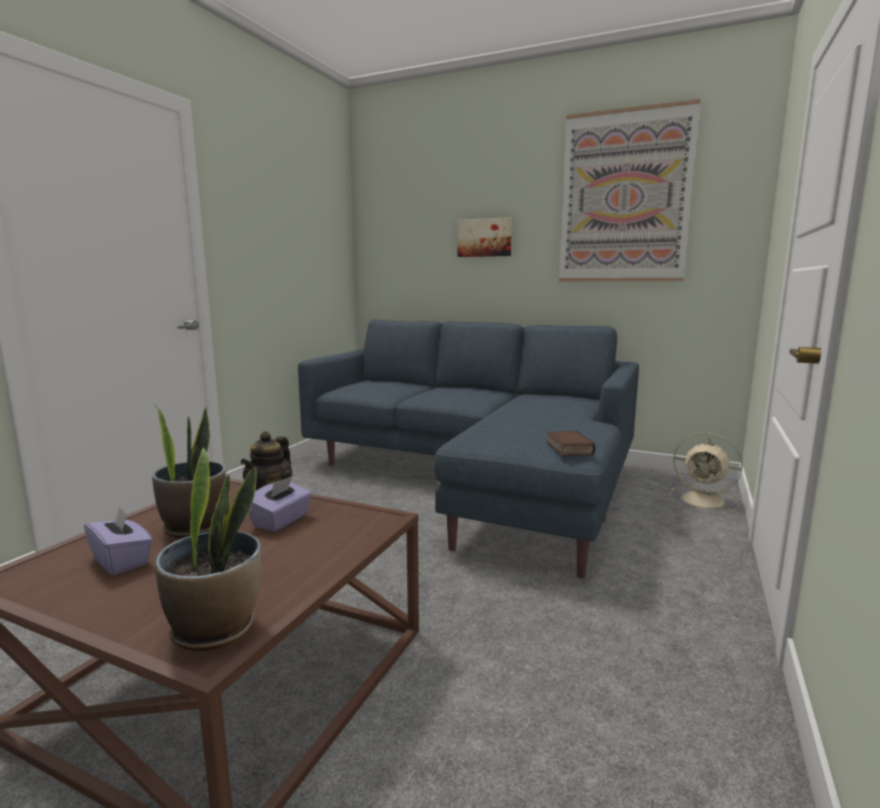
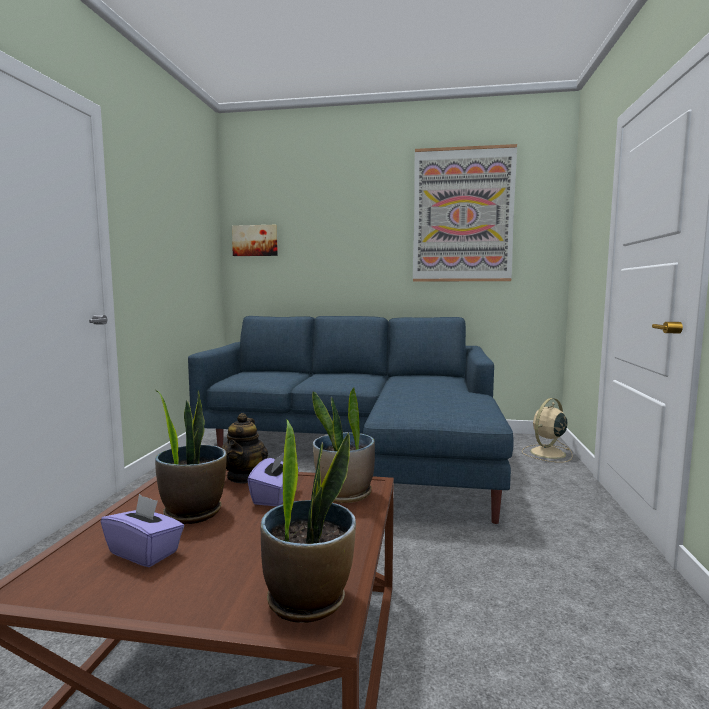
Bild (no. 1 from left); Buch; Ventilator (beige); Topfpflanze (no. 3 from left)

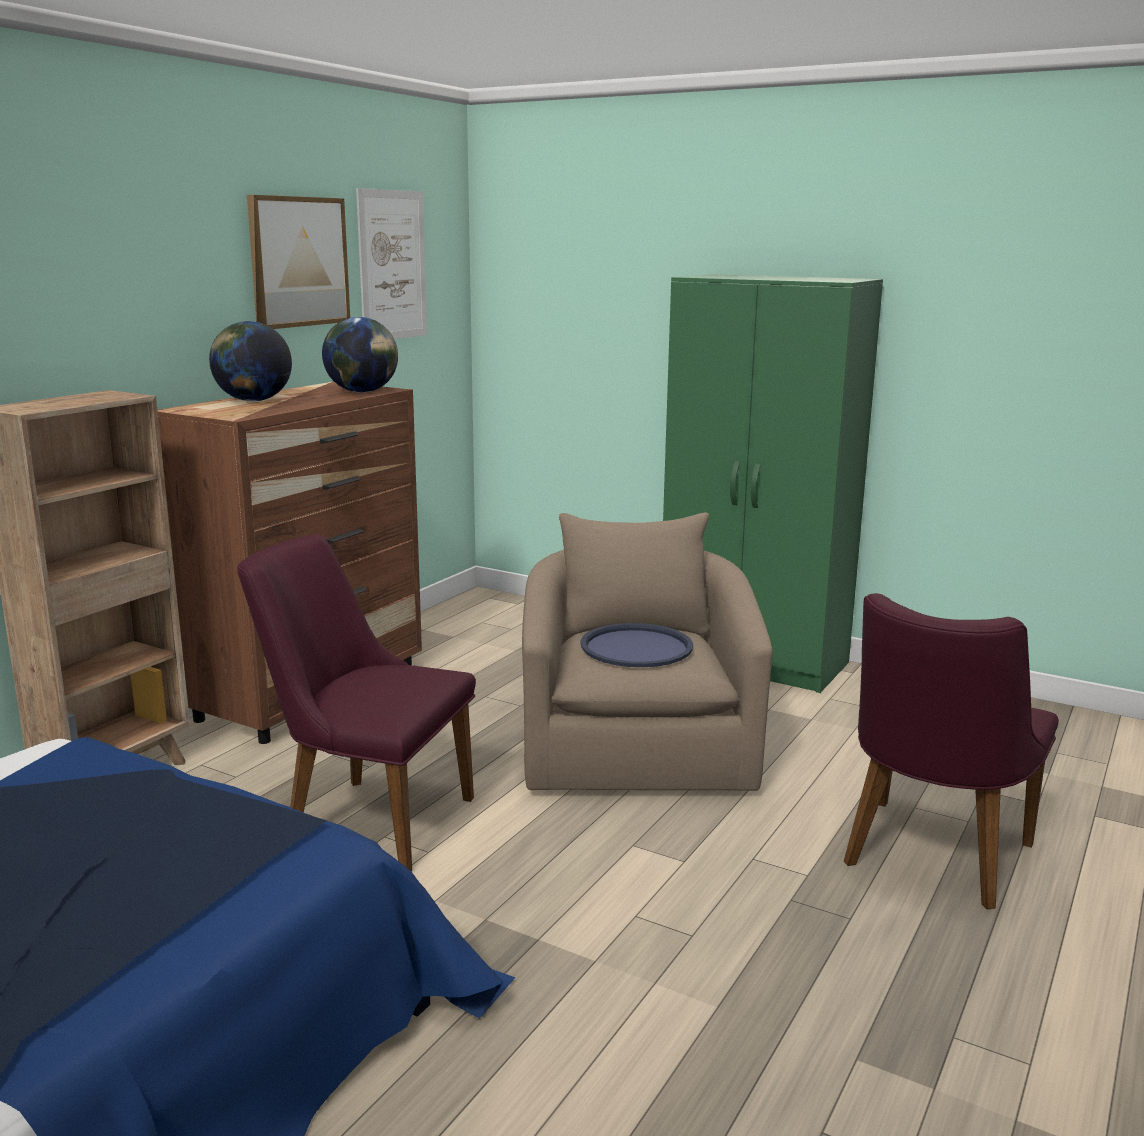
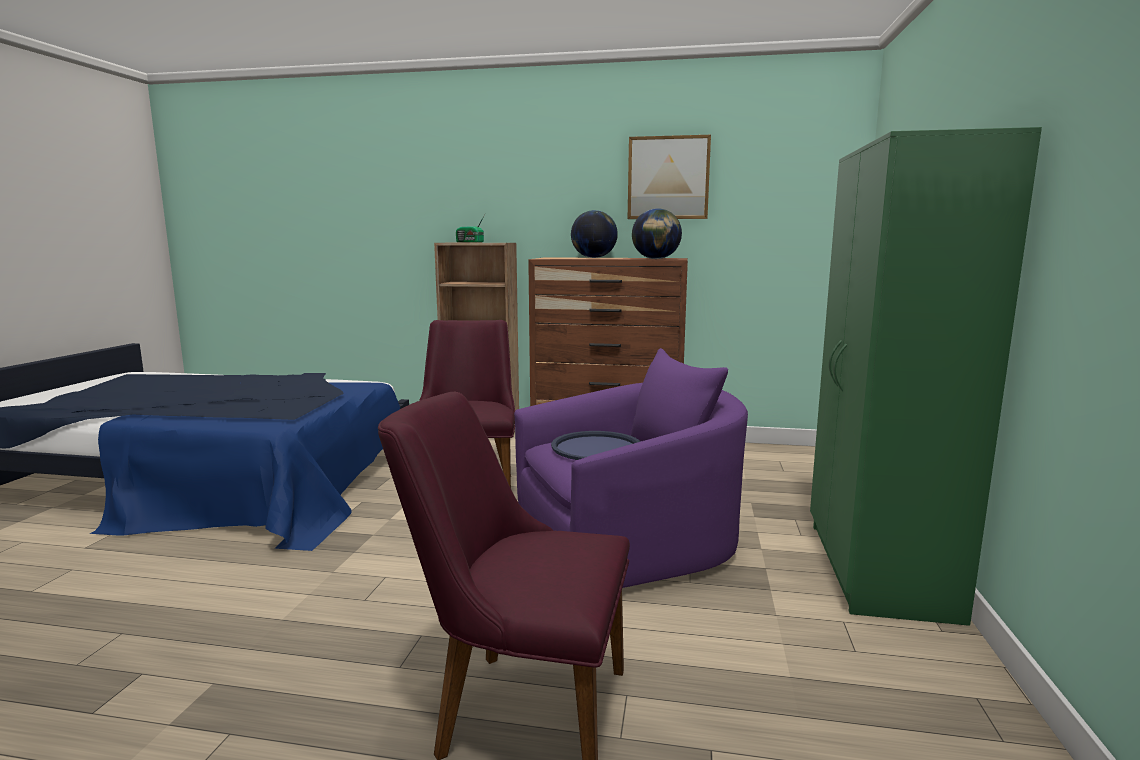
Bild (no. 2 from left in the first image); Sessel (lila); Radio

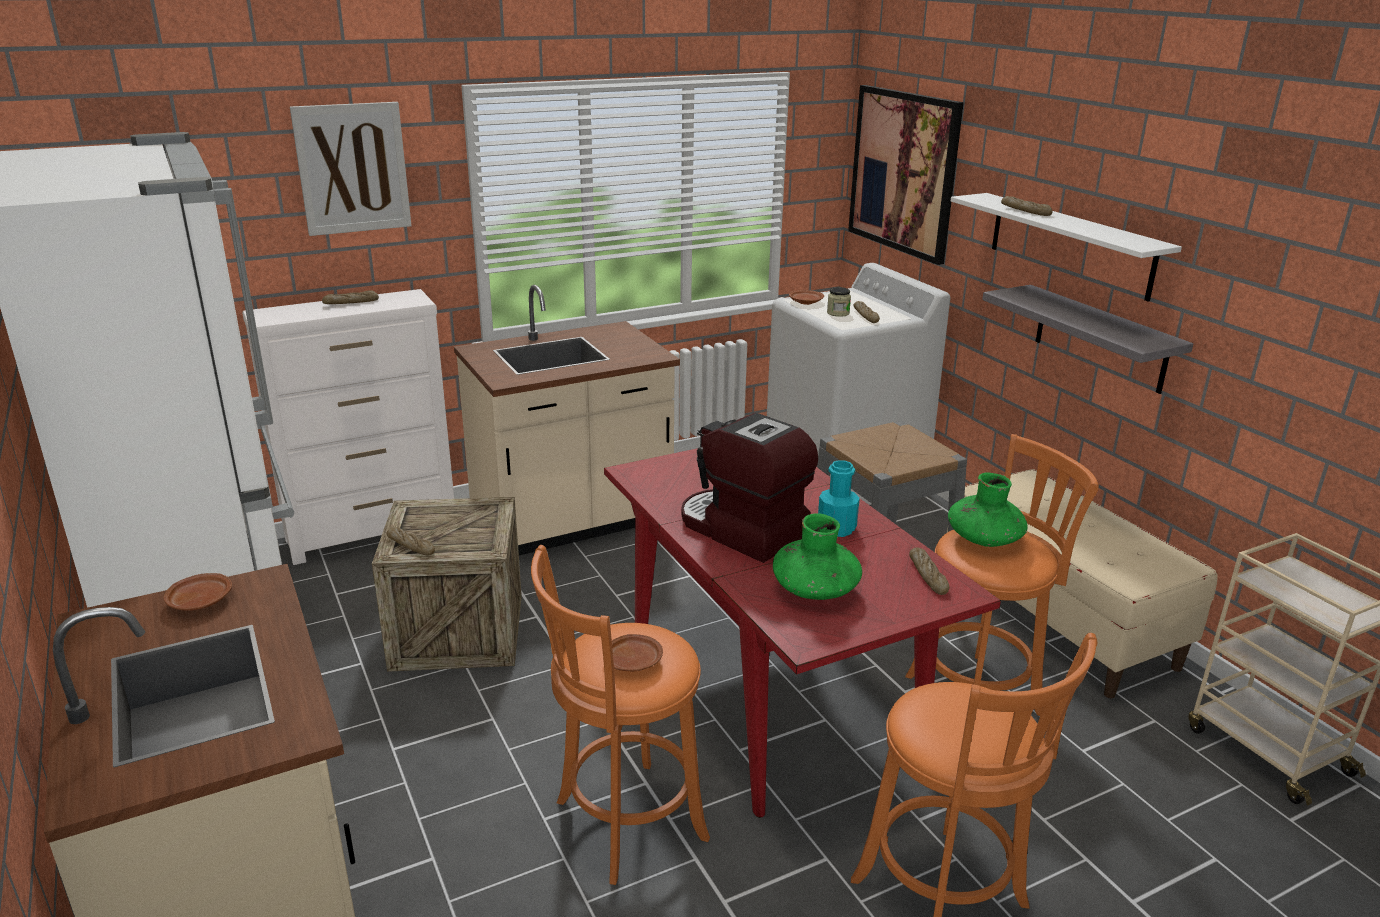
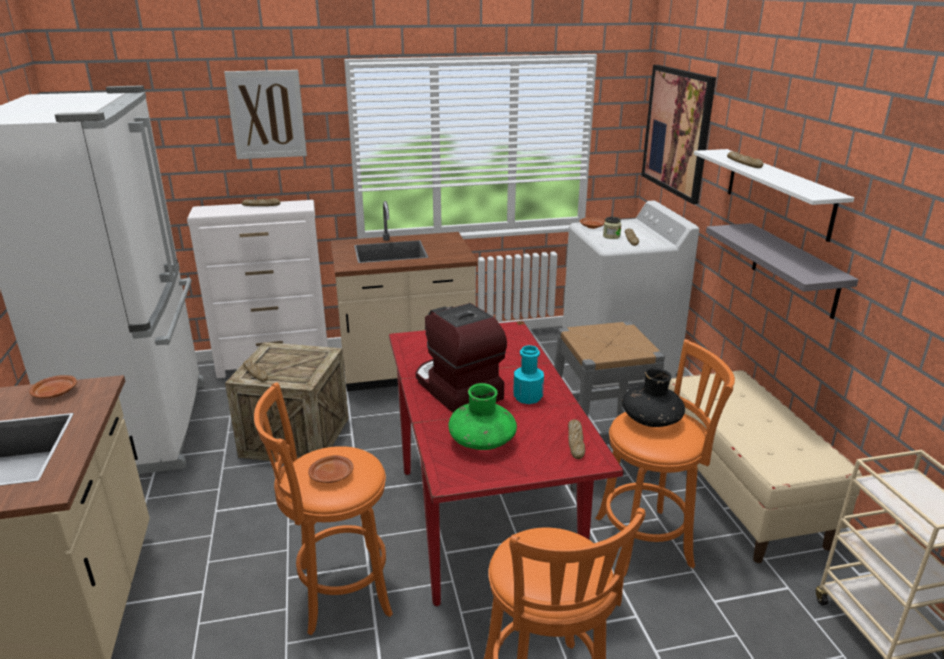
Vase (schwarz)

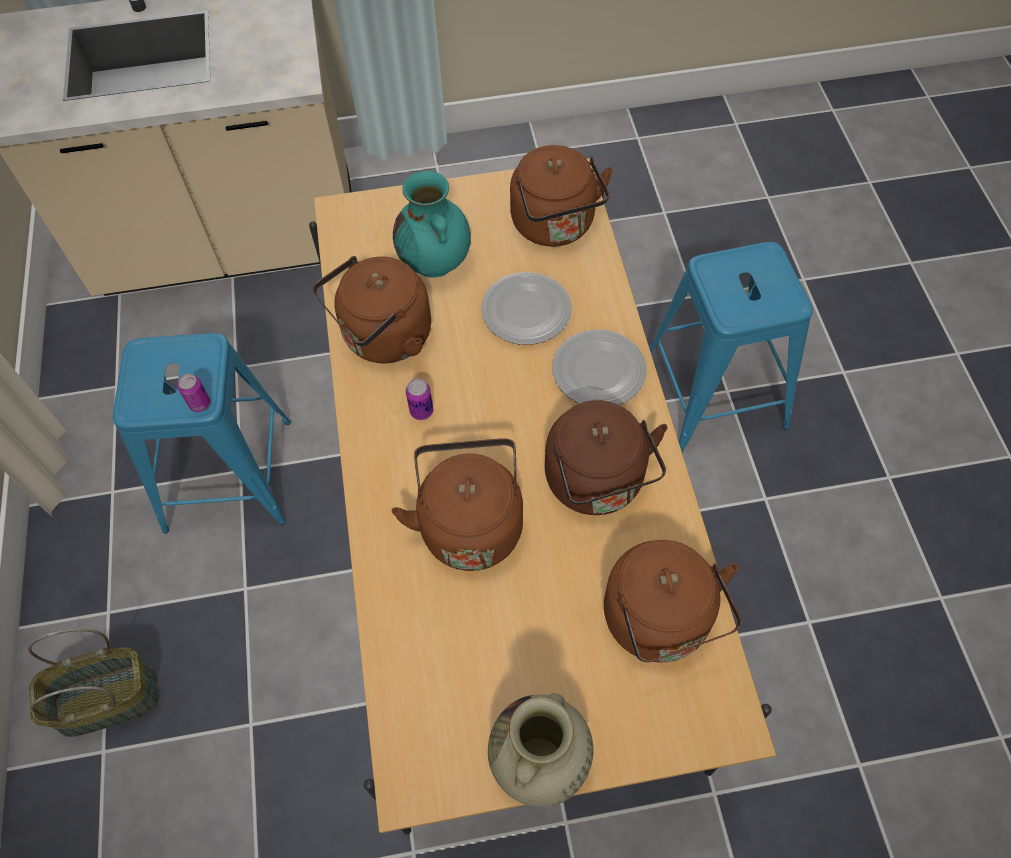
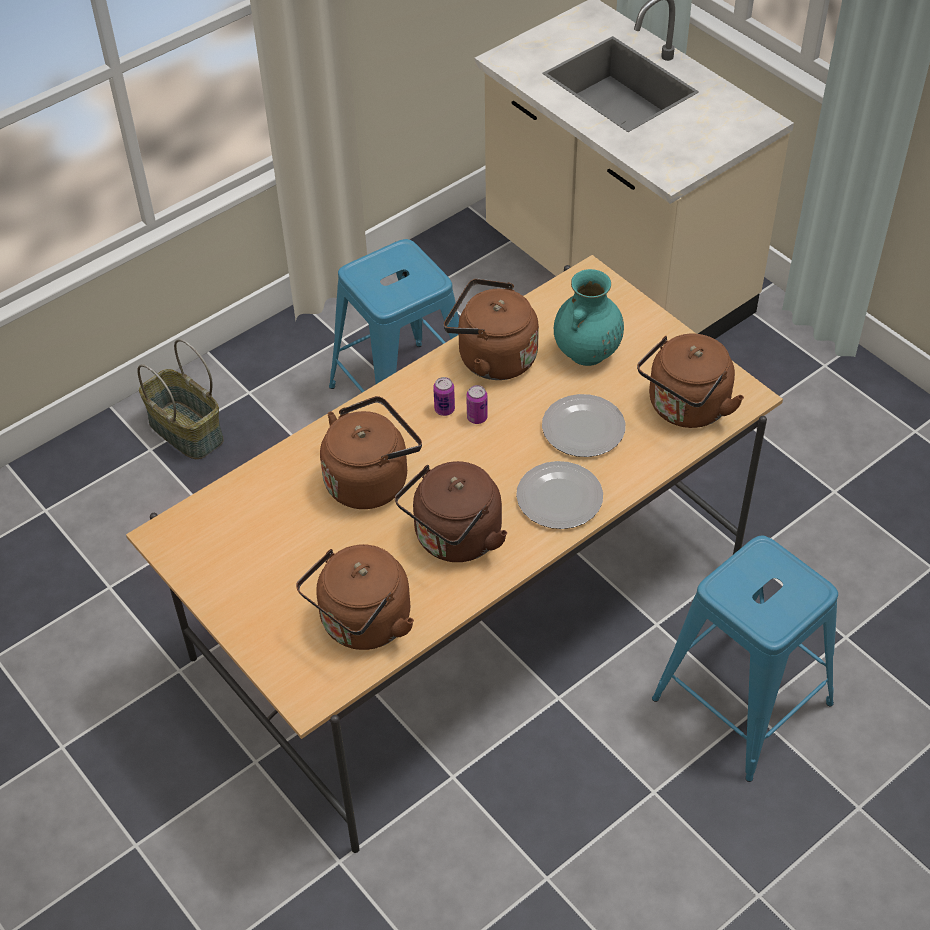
Dose (no. 2 from left); Vase (beige)

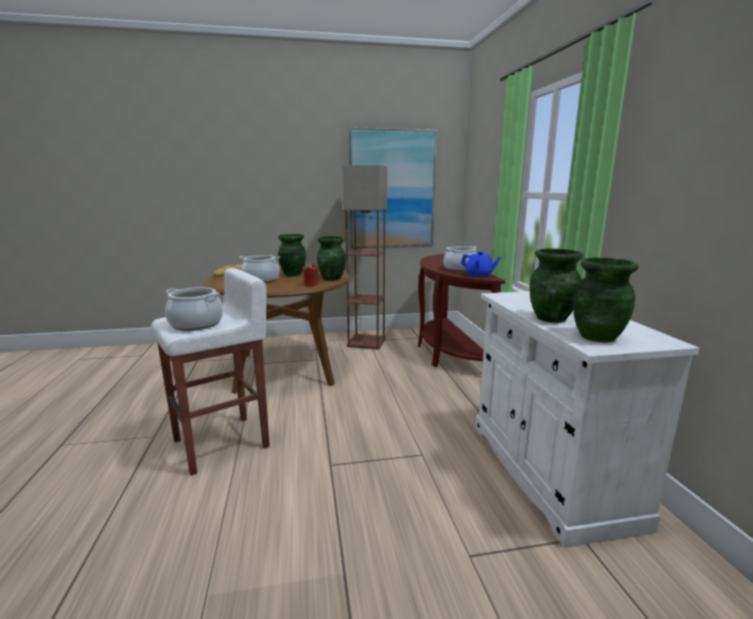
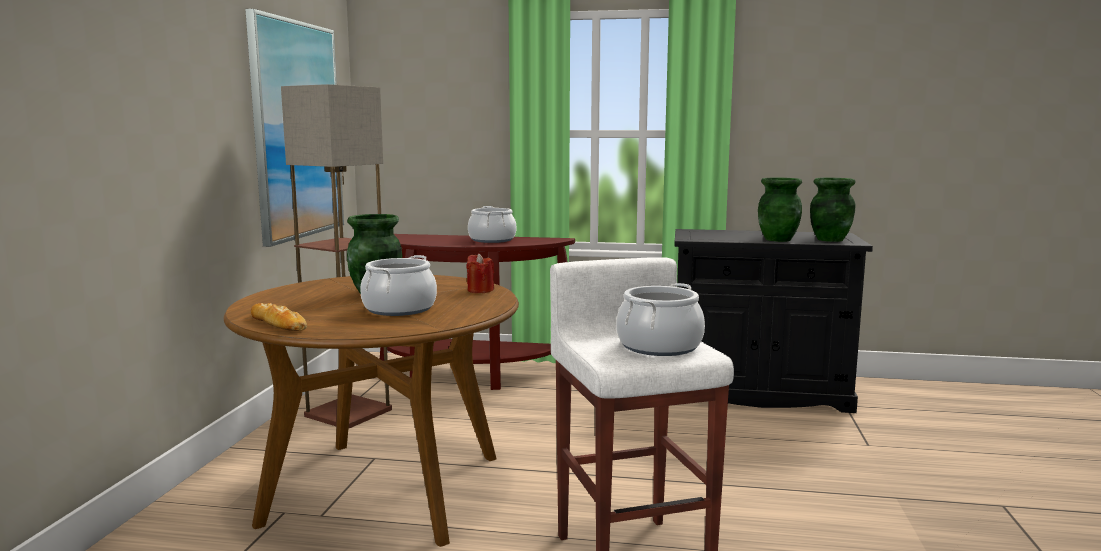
Vase (grün) (no. 2 from left in the first image); Teekanne (blau); Schrank (schwarz)

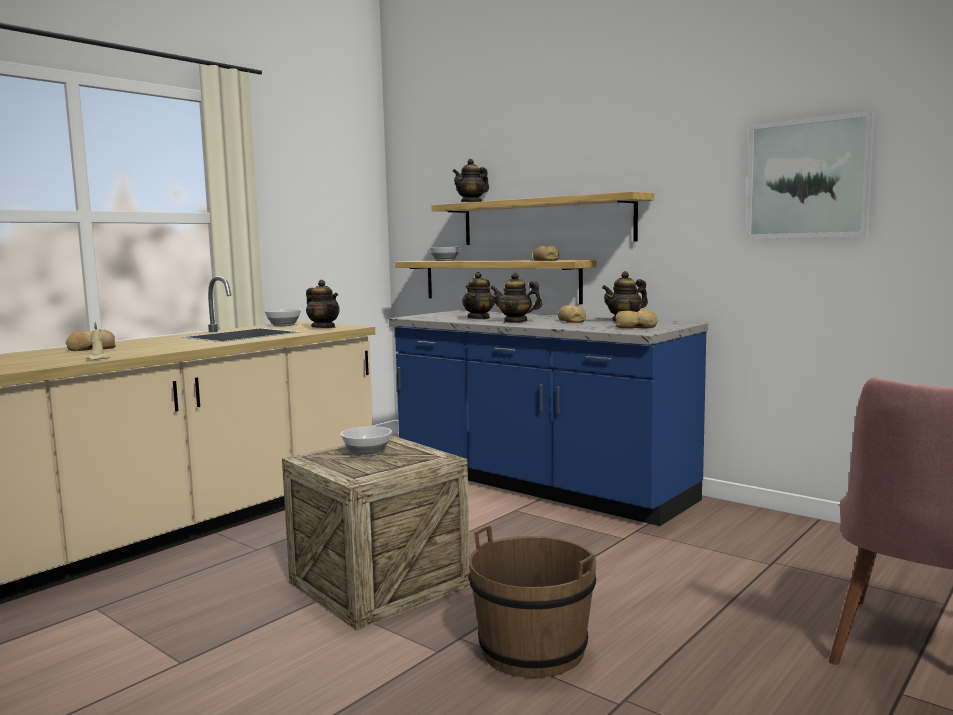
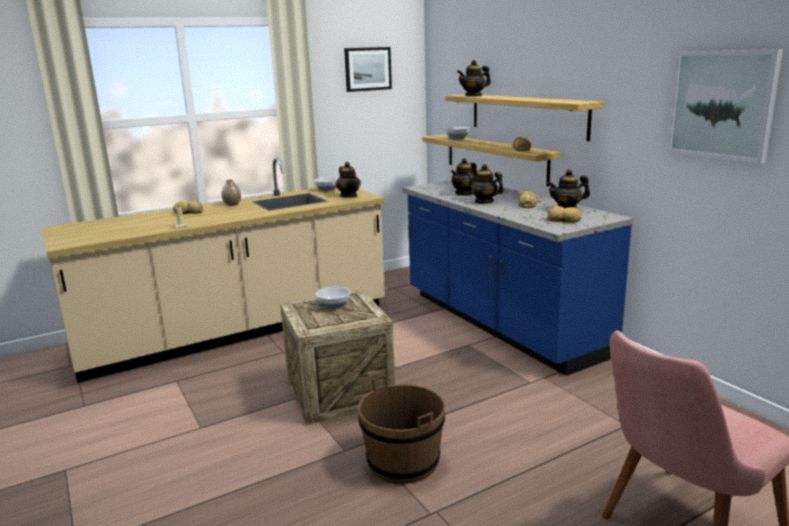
Bild (no. 1 from left); Vase

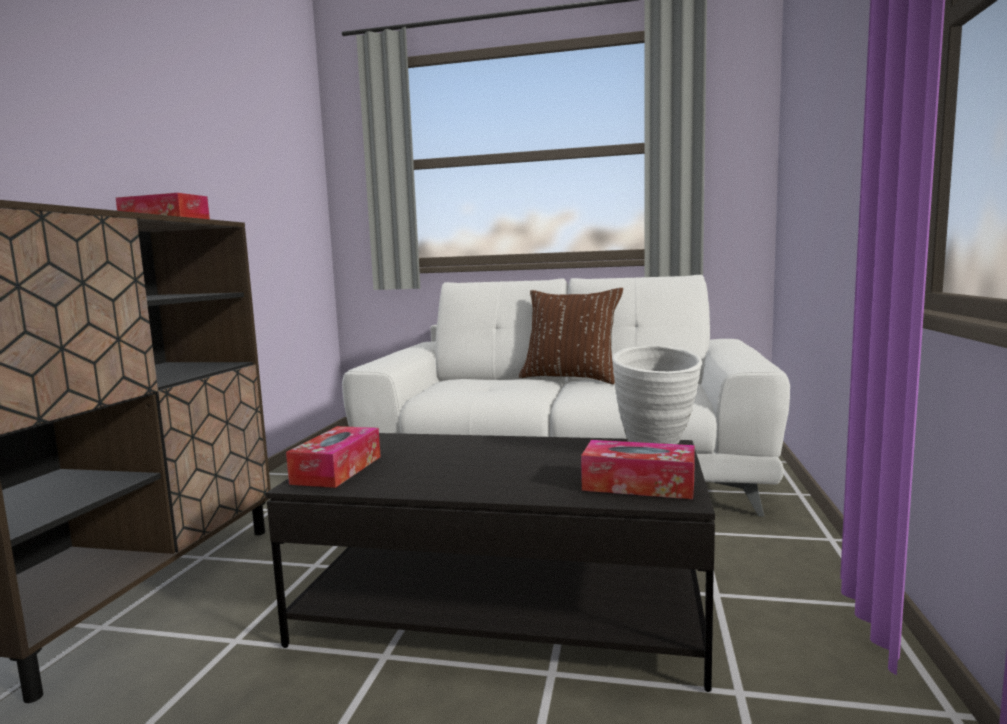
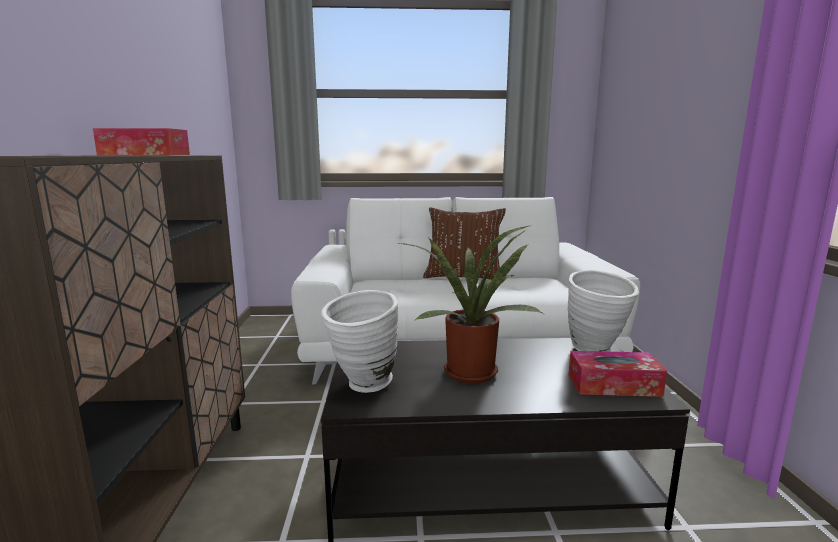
Vase (weiß) (no. 1 from left); Topfpflanze

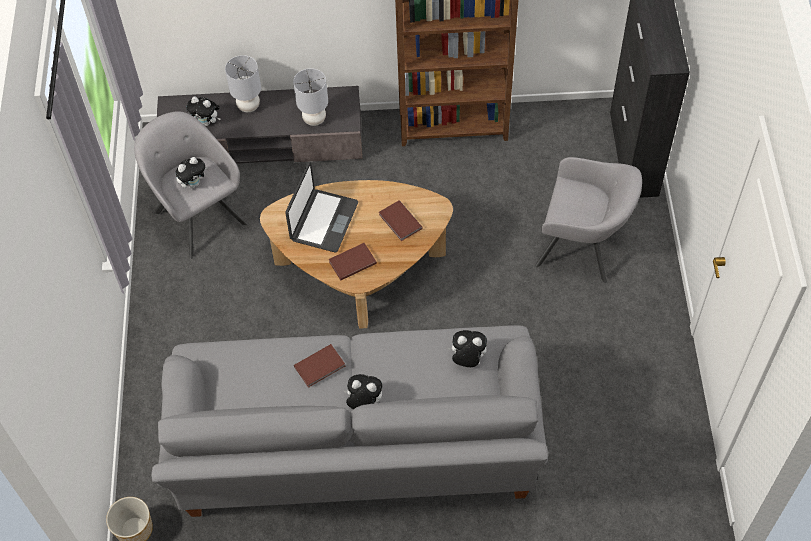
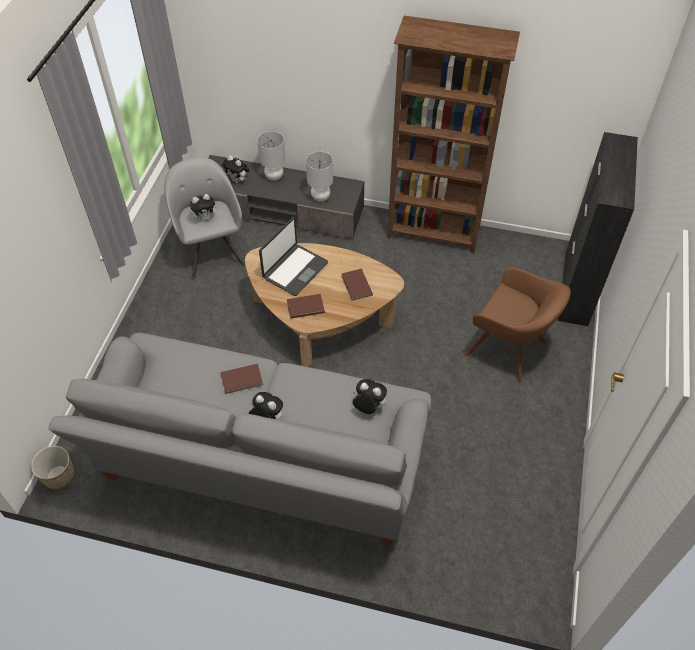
Sessel (braun)

